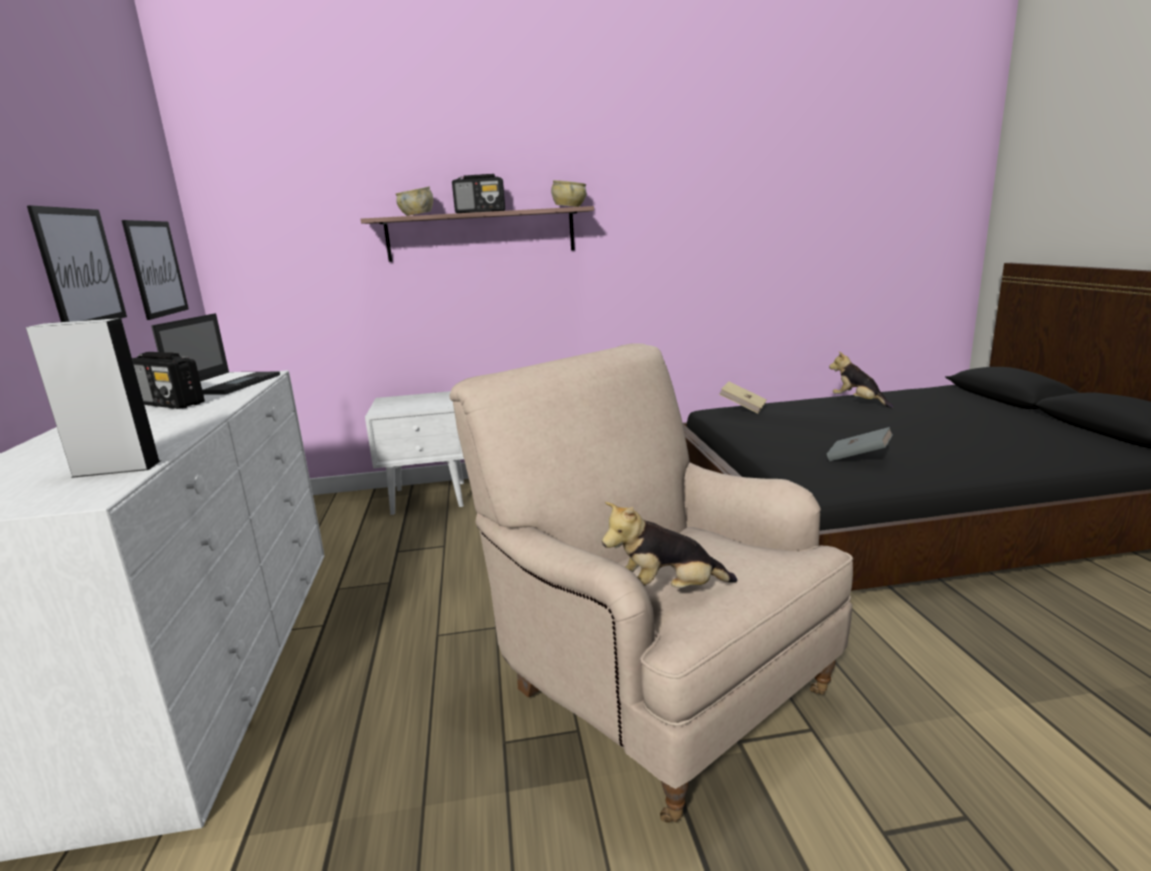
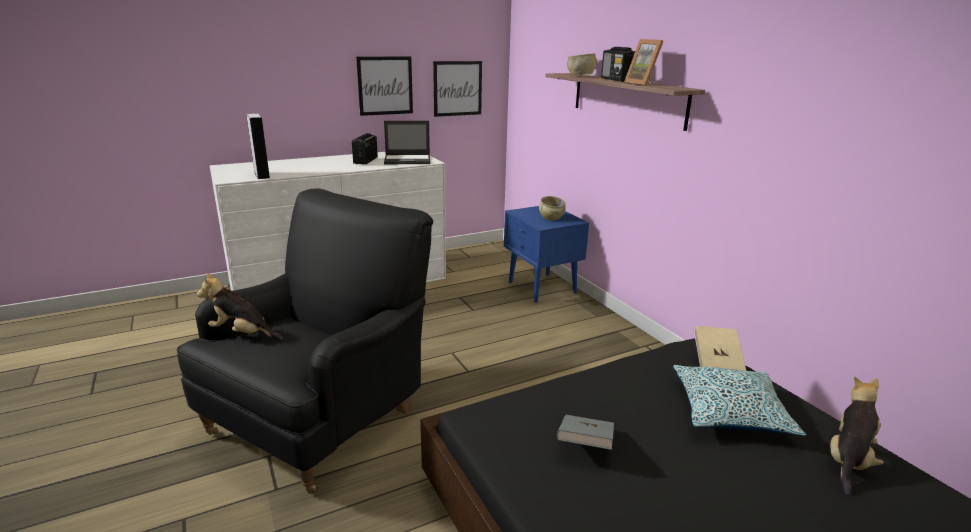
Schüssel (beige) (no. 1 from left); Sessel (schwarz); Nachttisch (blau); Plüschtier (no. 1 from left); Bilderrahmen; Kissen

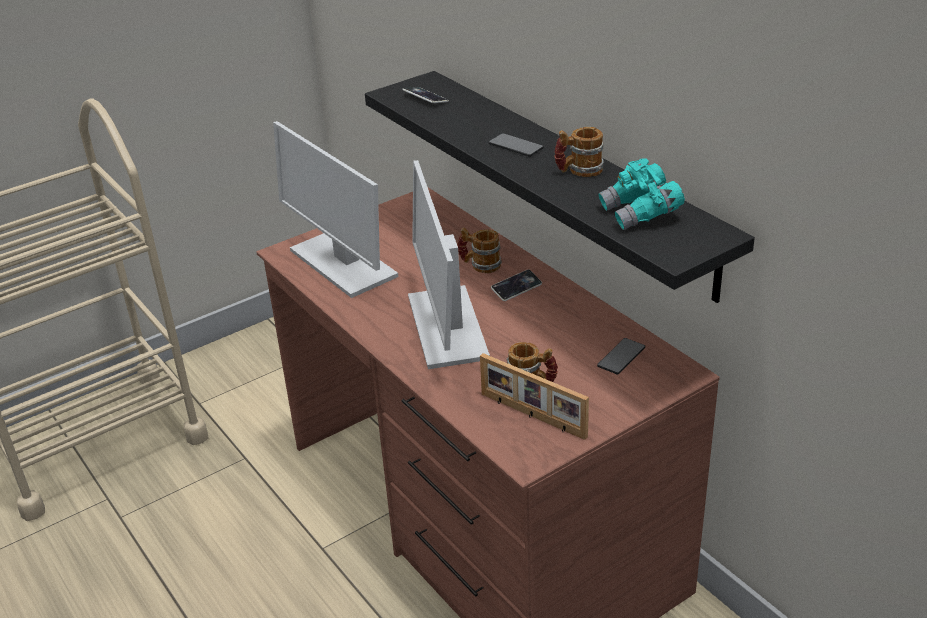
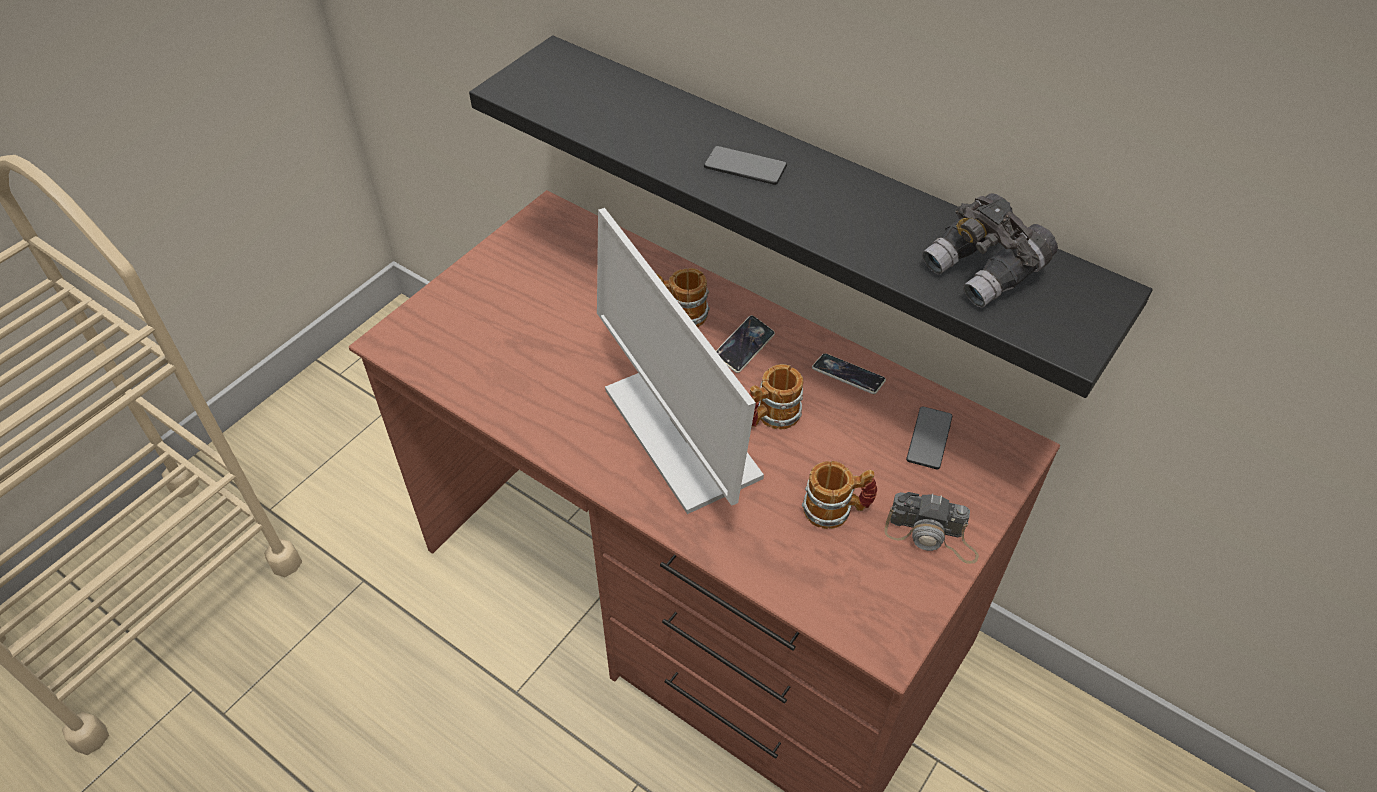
Handy (no. 3 from left); Monitor (no. 1 from left in the first image); Henkelbecher (no. 2 from left); Fernglas (grau); Bilderrahmen; Kamera

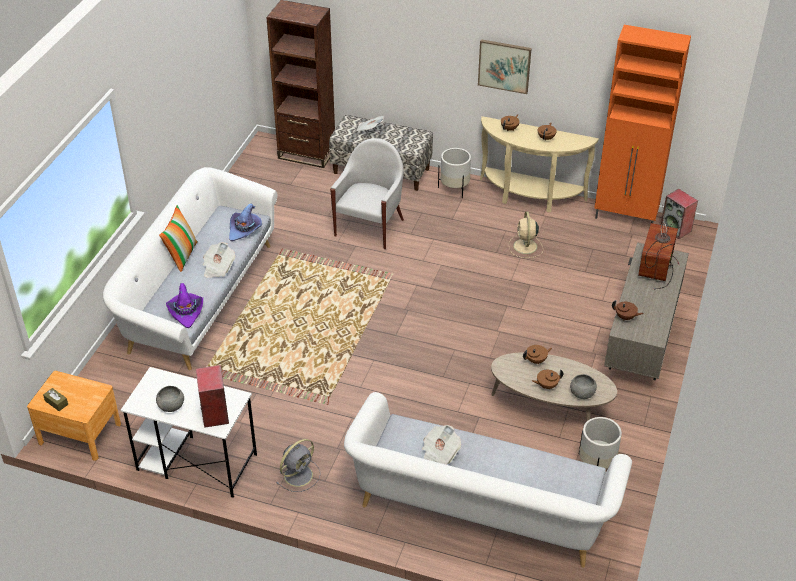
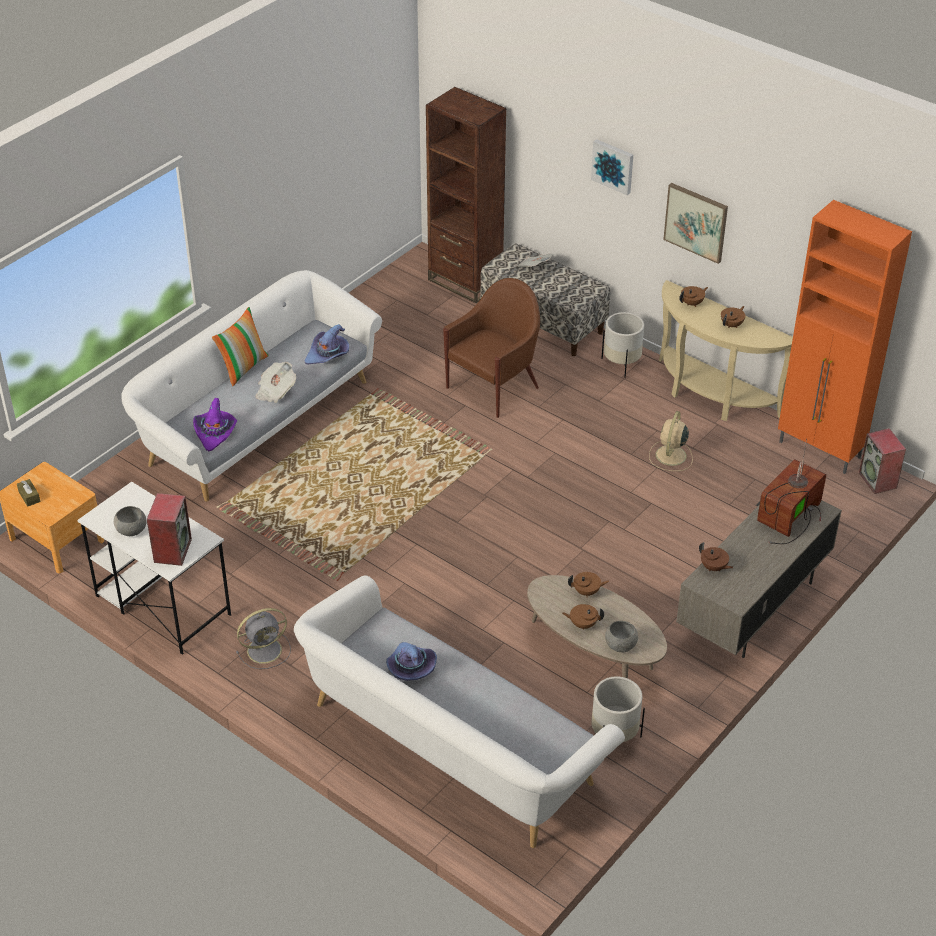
Sessel (braun); Hut (lila) (no. 3 from left); Bild (no. 1 from left)

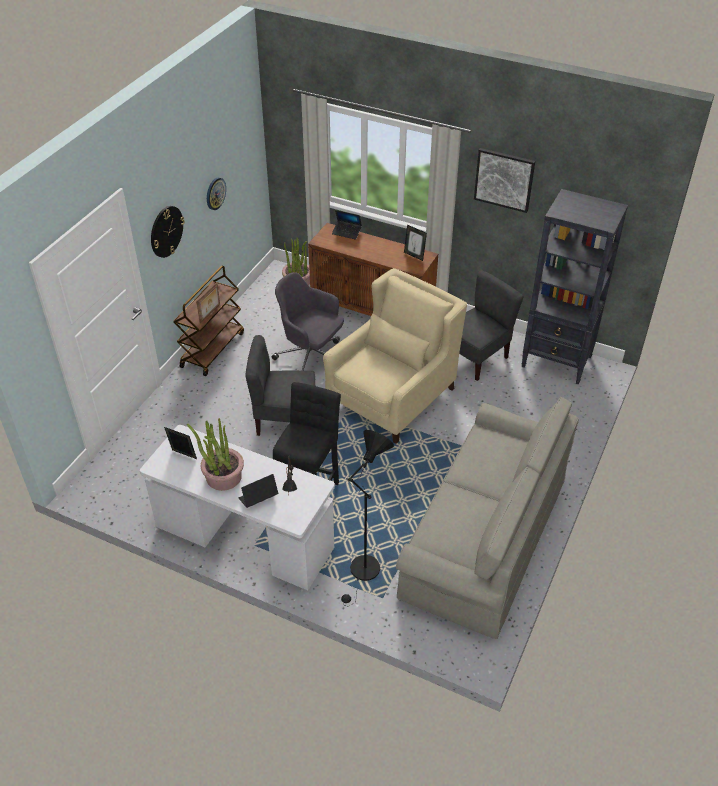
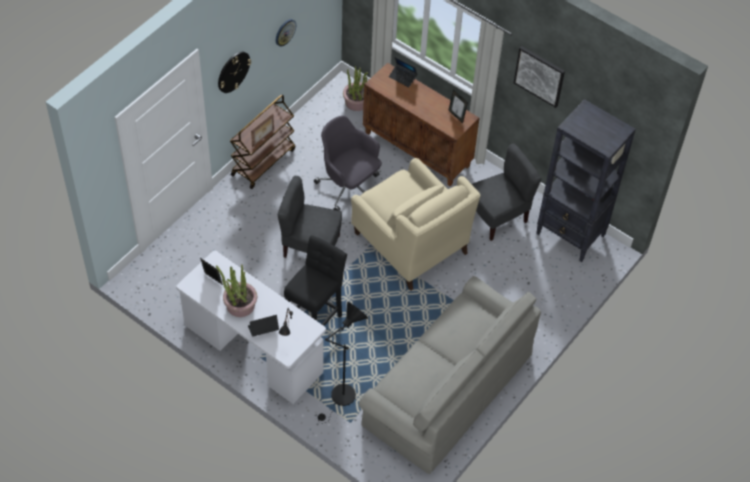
Sessel (beige)

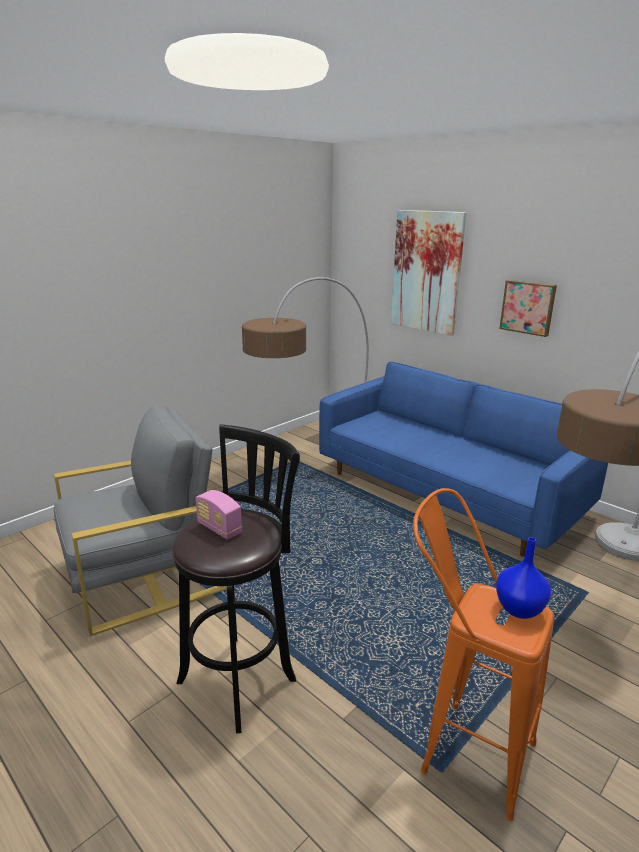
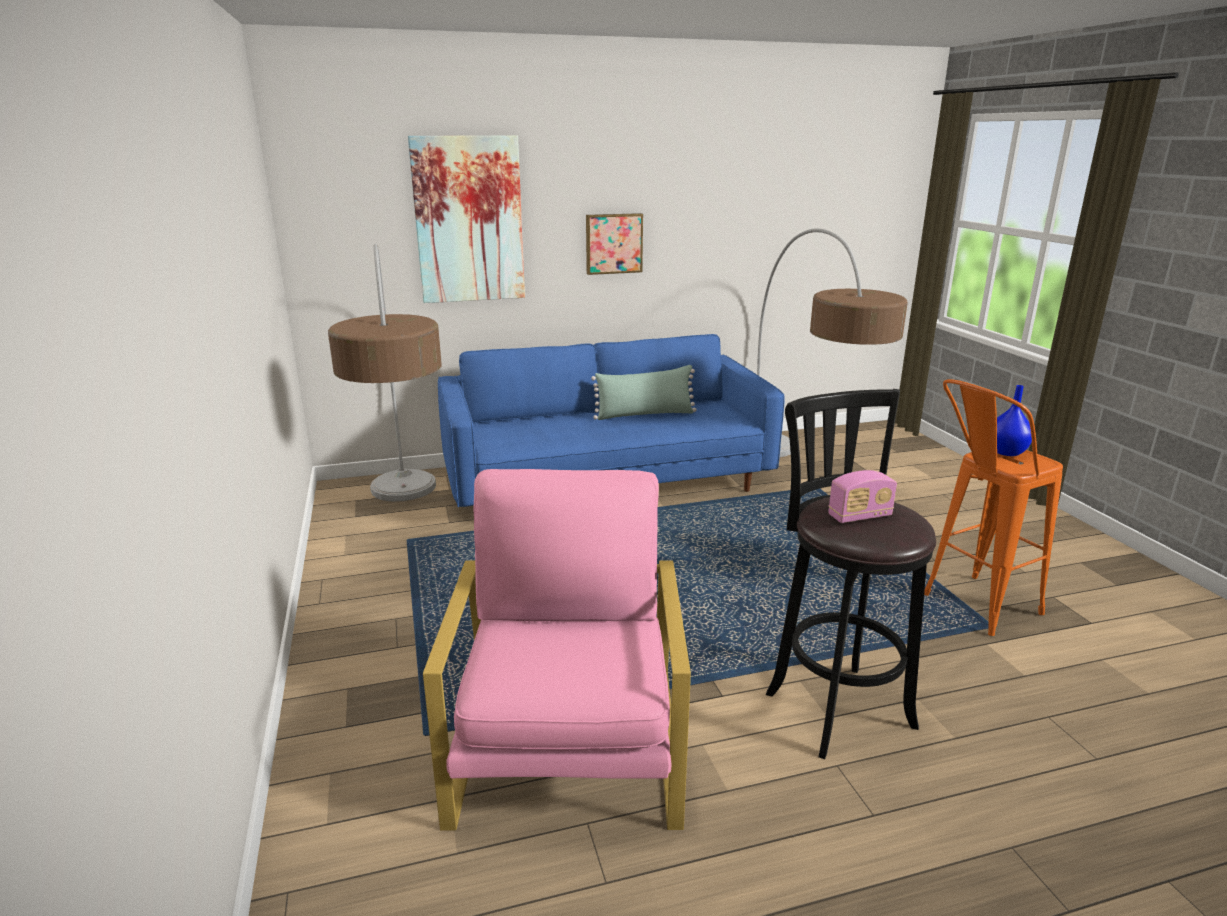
Sessel (rosa); Kissen (grün)

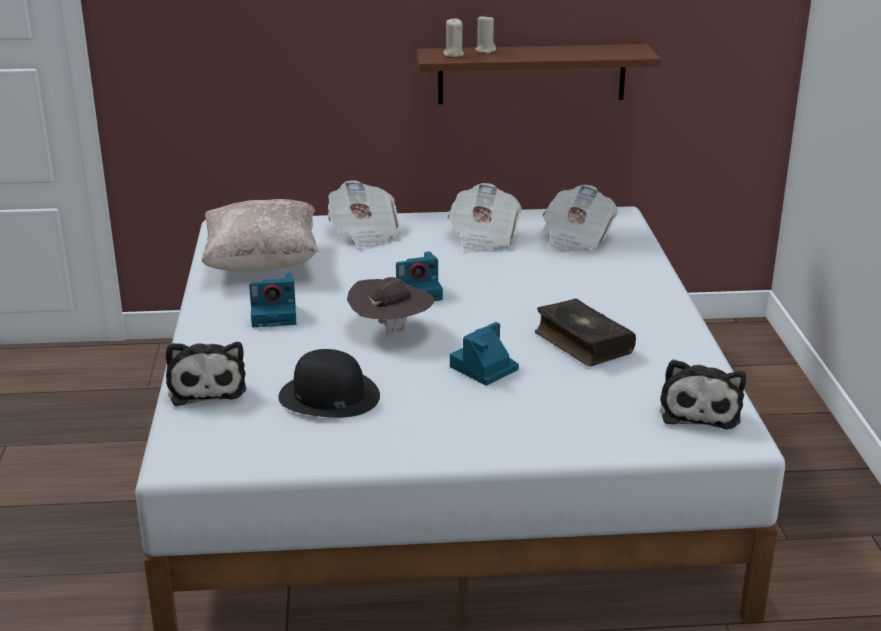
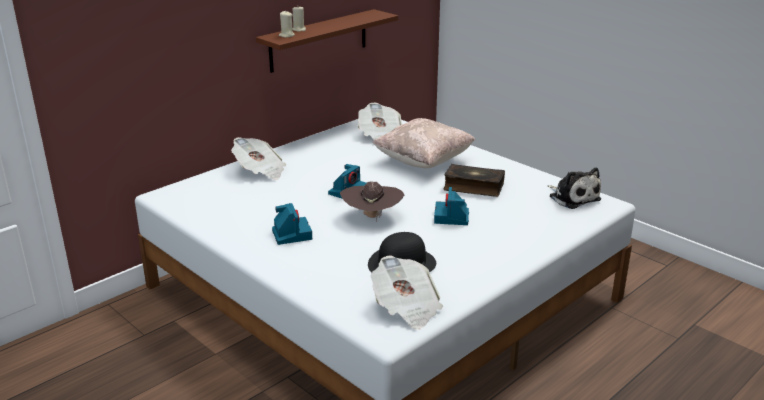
Zeitung (no. 3 from left); Kissen (beige); Kamera (no. 1 from left); Plüschtier (no. 1 from left in the first image)

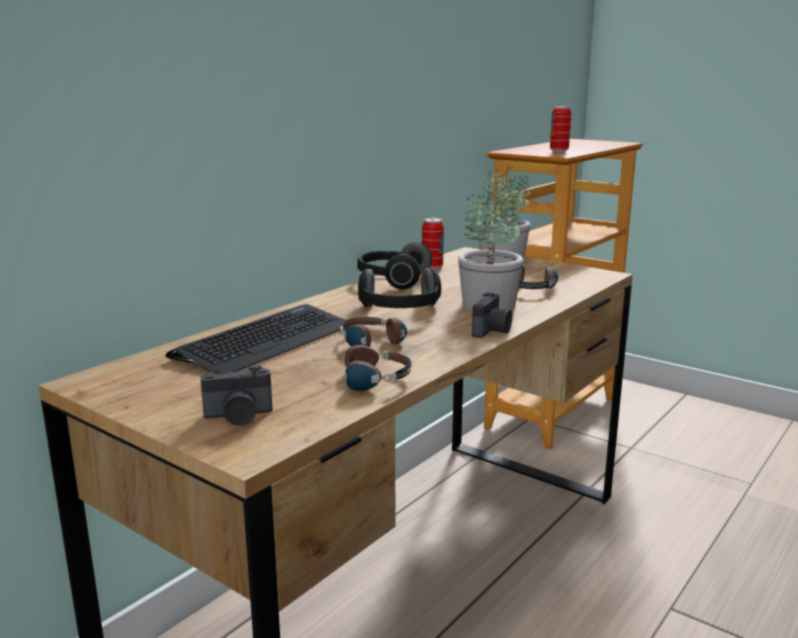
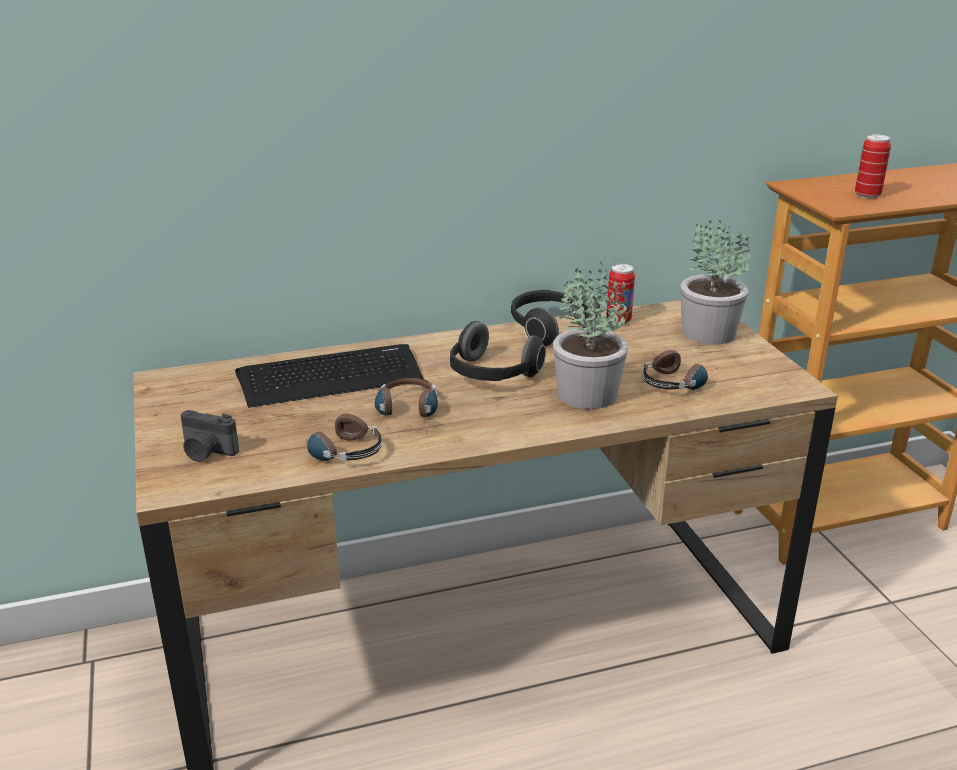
Kamera (no. 2 from left in the first image)

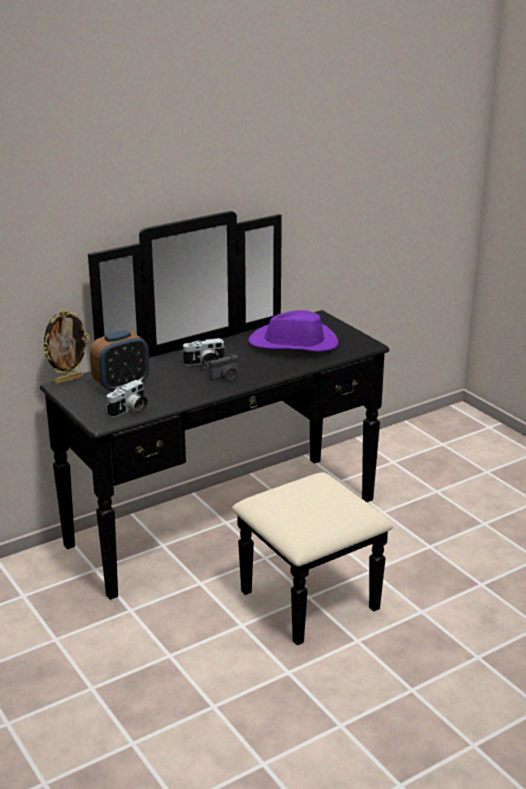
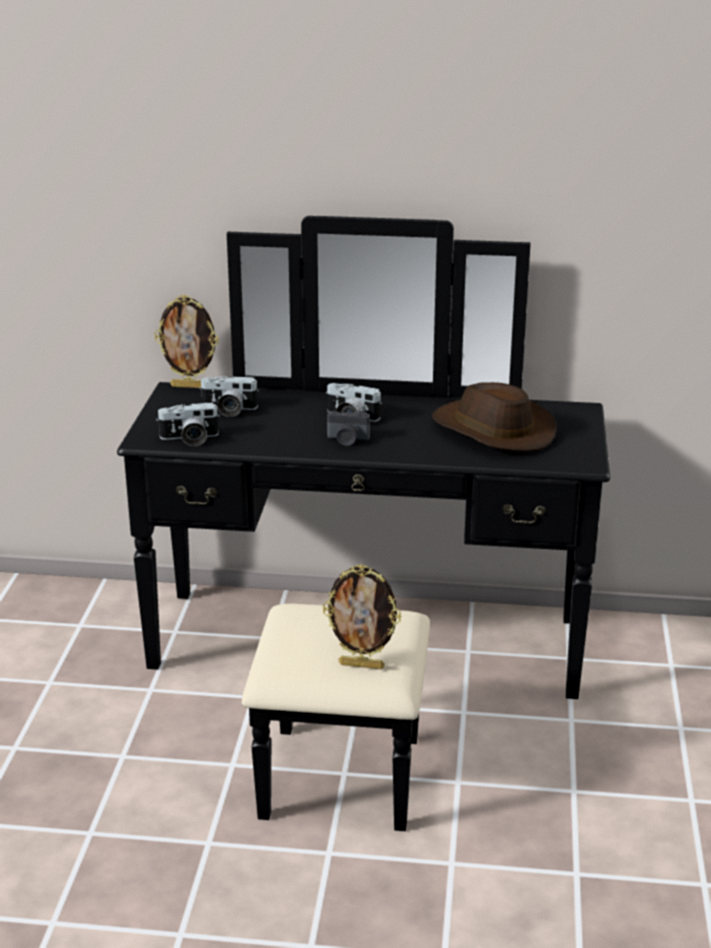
Hut (braun); Kamera (no. 2 from left); Bilderrahmen (no. 2 from left)

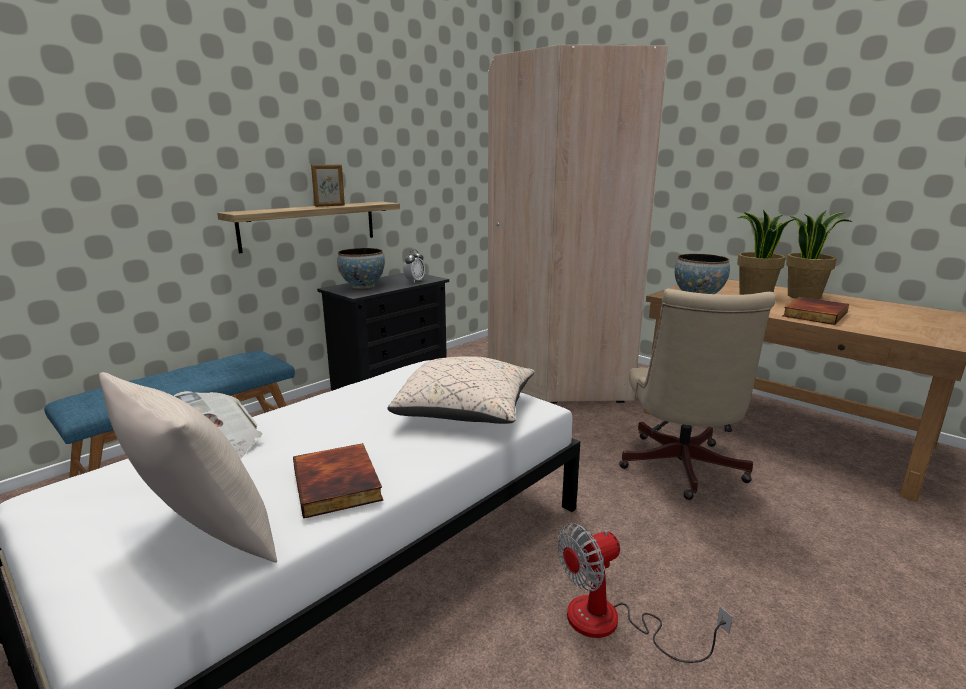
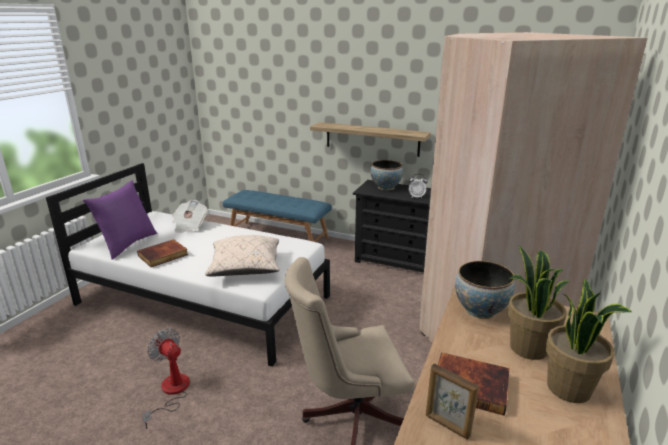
Bilderrahmen; Kissen (lila)

